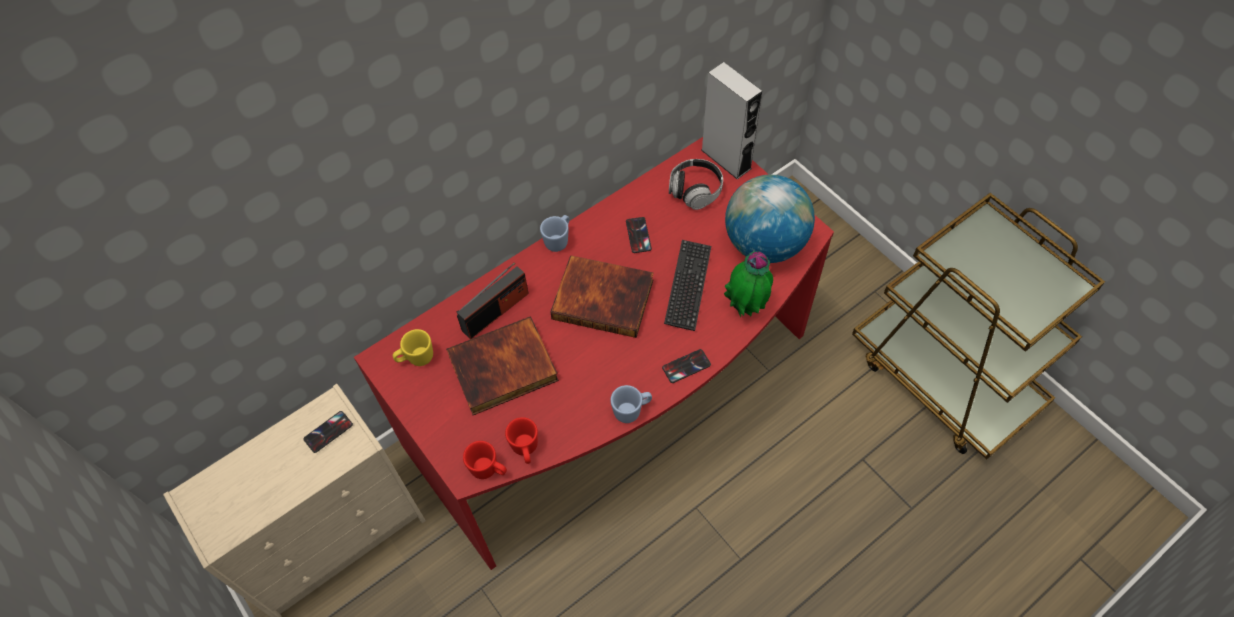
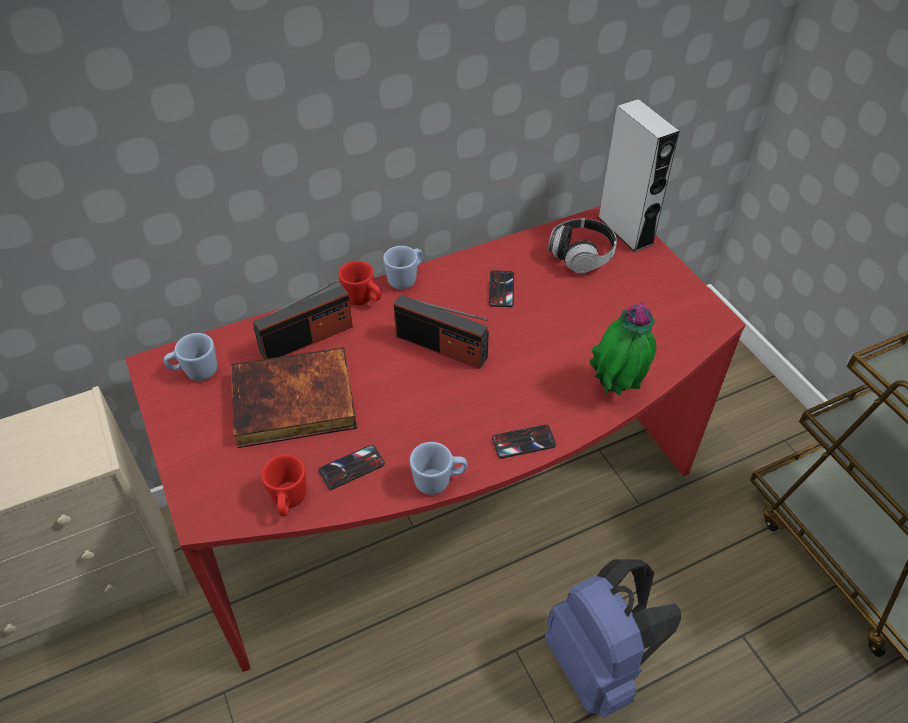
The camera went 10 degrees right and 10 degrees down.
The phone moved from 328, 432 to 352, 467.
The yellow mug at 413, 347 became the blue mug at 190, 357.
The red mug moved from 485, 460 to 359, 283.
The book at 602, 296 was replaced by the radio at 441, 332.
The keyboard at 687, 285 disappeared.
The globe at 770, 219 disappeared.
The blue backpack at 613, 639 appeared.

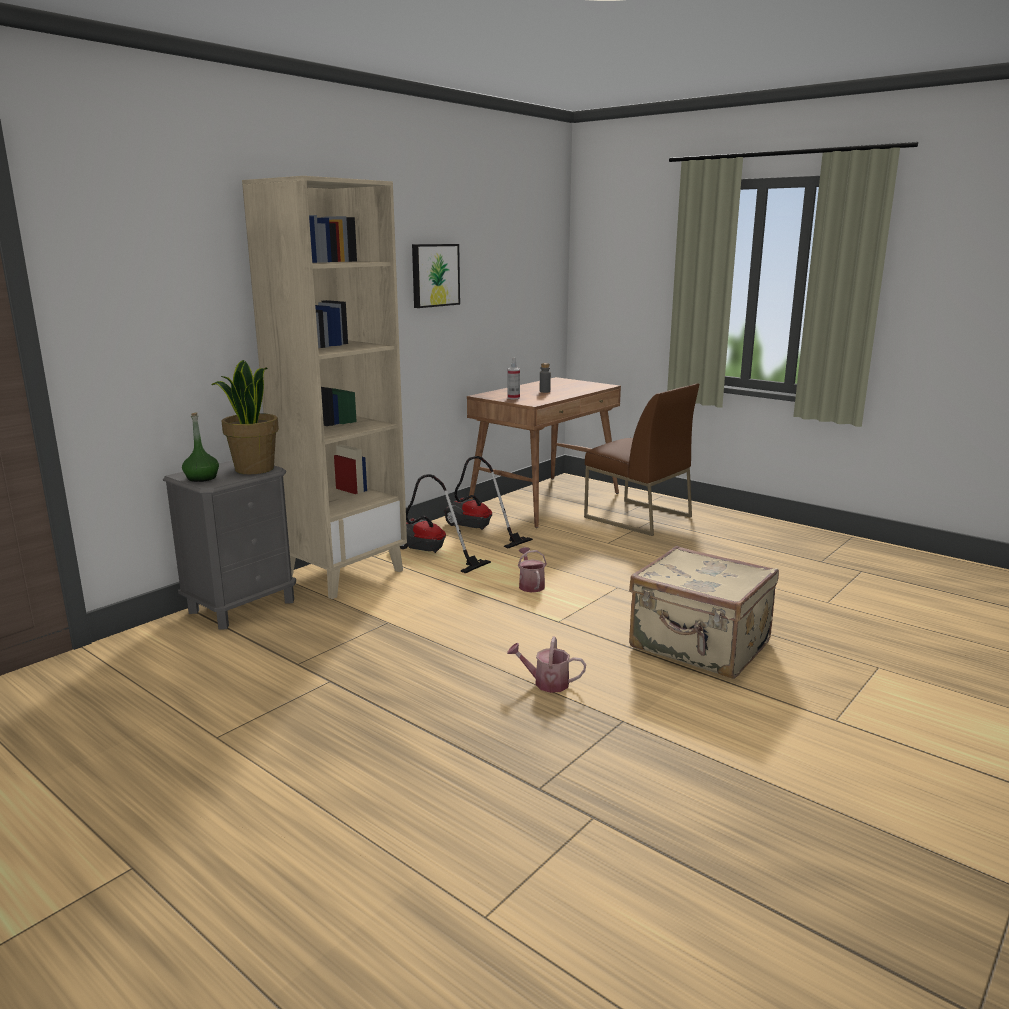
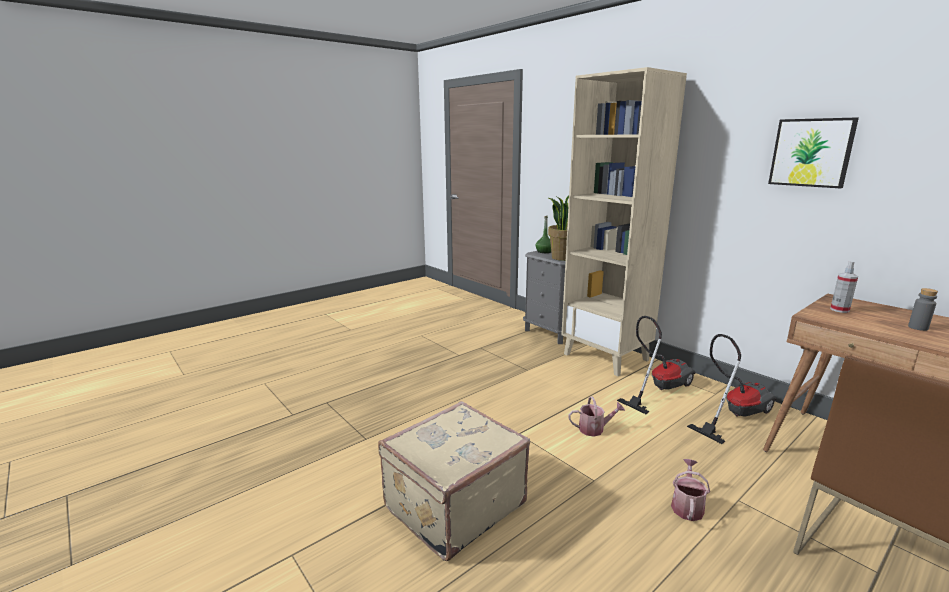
The camera went 100 degrees right and 0 degrees up.
The watering can moved from 546, 665 to 690, 490.

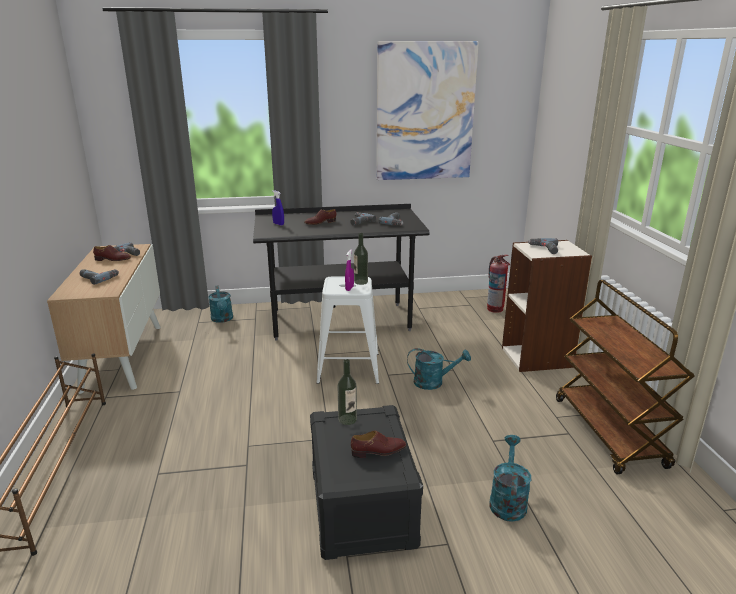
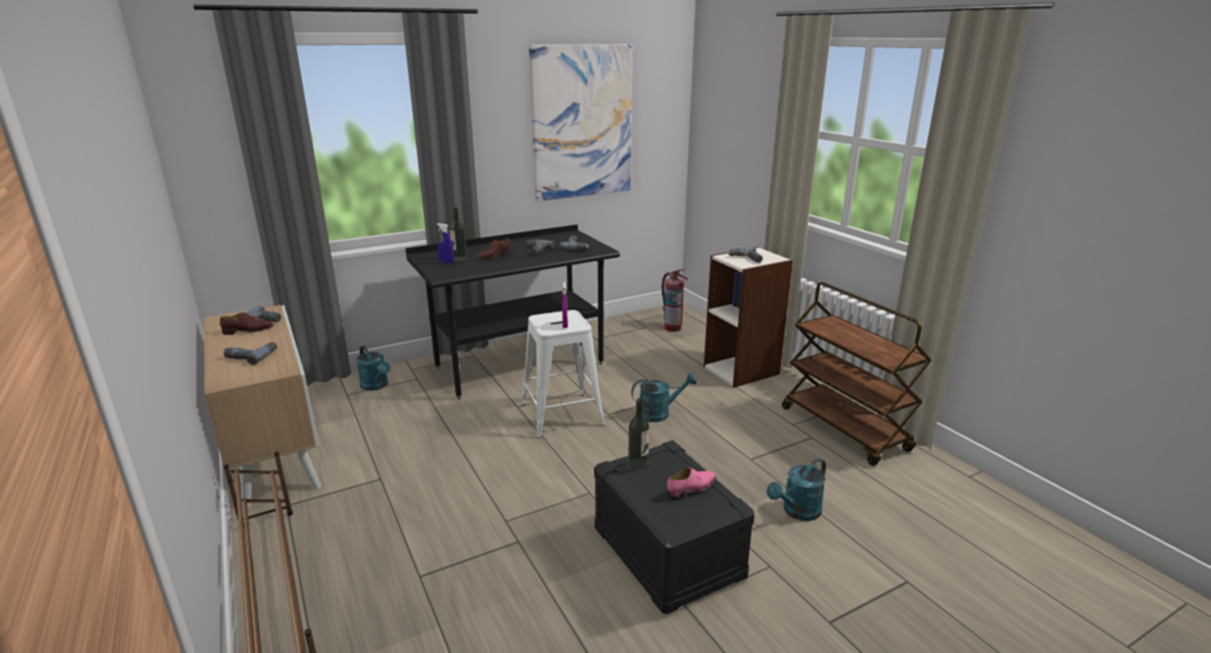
The camera went 20 degrees left and 0 degrees up.
The brown shoe at 378, 444 became the pink shoe at 691, 483.
The bottle moved from 361, 259 to 458, 234.
The turquoise watering can at 510, 478 turned 120 degrees counterclockwise.

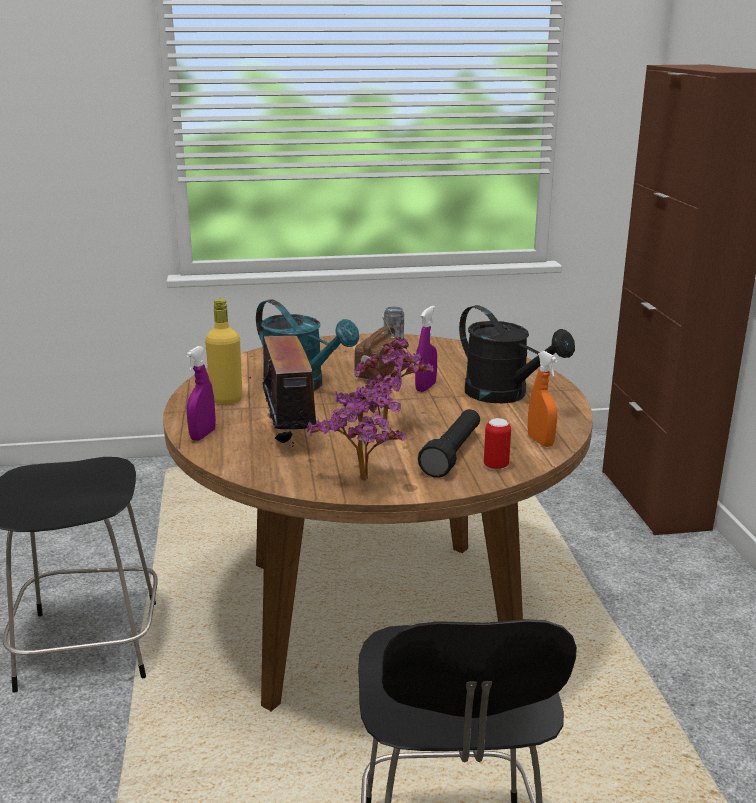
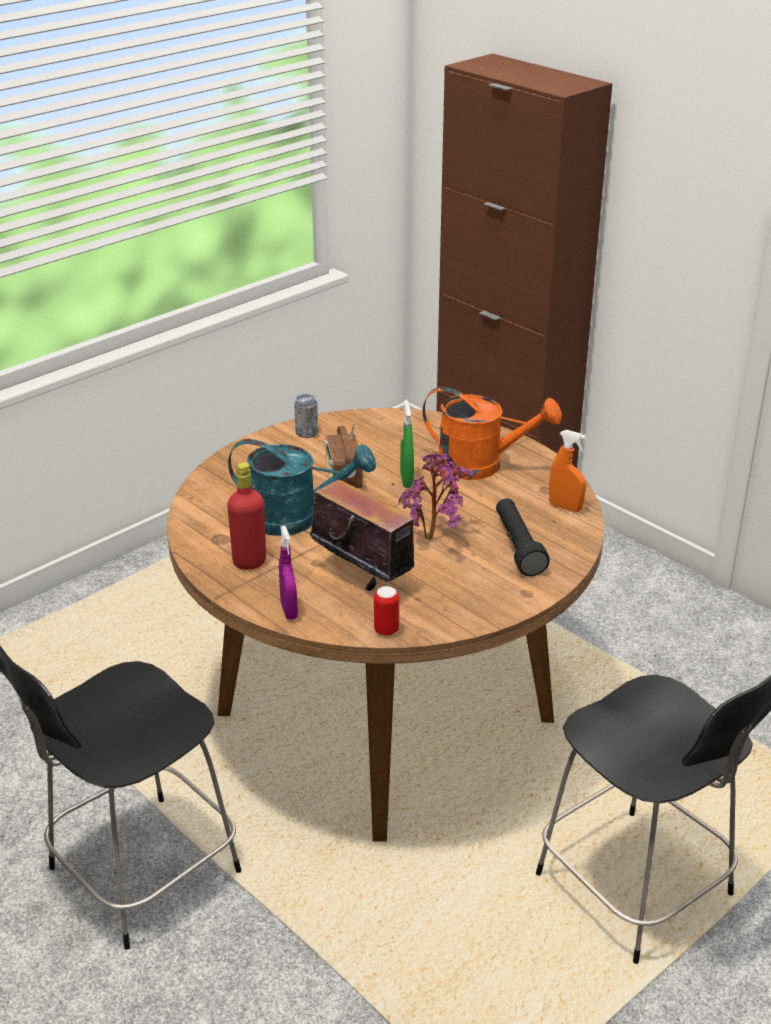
The camera went 35 degrees left and 10 degrees up.
The yellow bottle at 224, 351 became the red bottle at 246, 516.
The potted plant at 356, 433 disappeared.
The purple spray bottle at 426, 349 became the green spray bottle at 407, 444.
The black watering can at 517, 354 became the orange watering can at 492, 433.
The can moved from 497, 444 to 386, 611.

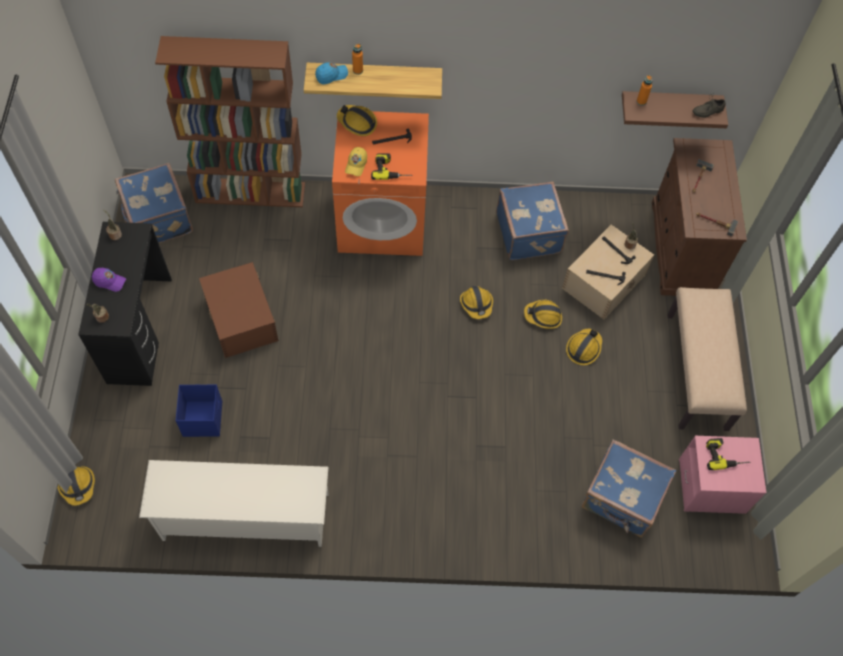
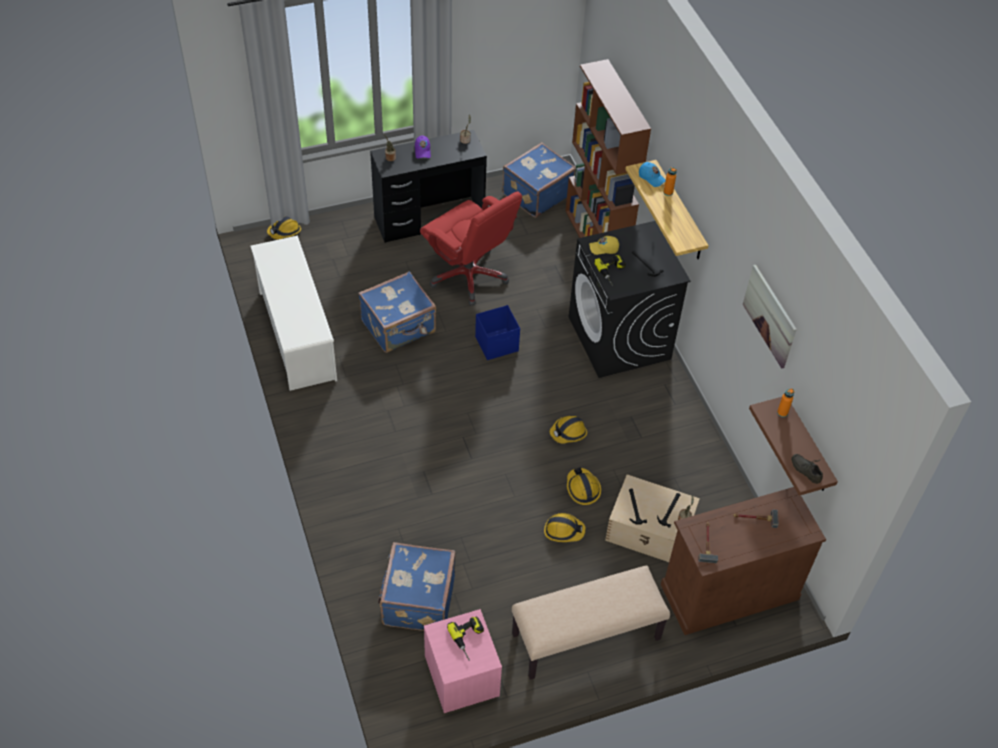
The camera went 70 degrees right and 10 degrees down.
The blue storage box moved from 199, 410 to 497, 332.
The brown storage box at 239, 310 was replaced by the red office chair at 471, 248.
The orange washing machine at 380, 183 became the black washing machine at 630, 299.
The hard hat at 357, 120 disappeared.
The blue suitcase moved from 532, 221 to 397, 312.
The picture at 770, 317 appeared.

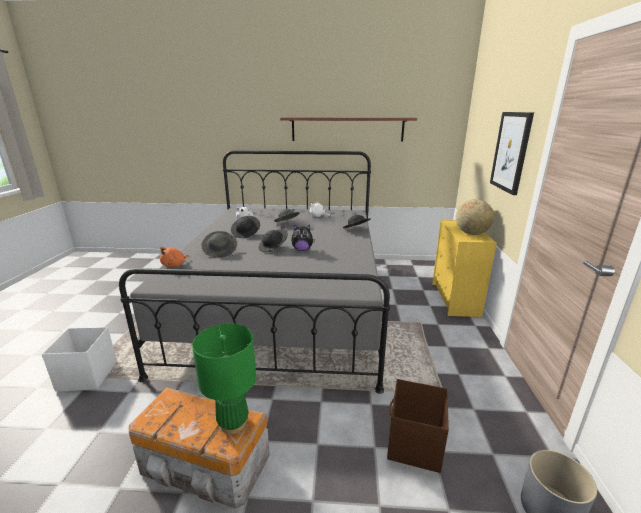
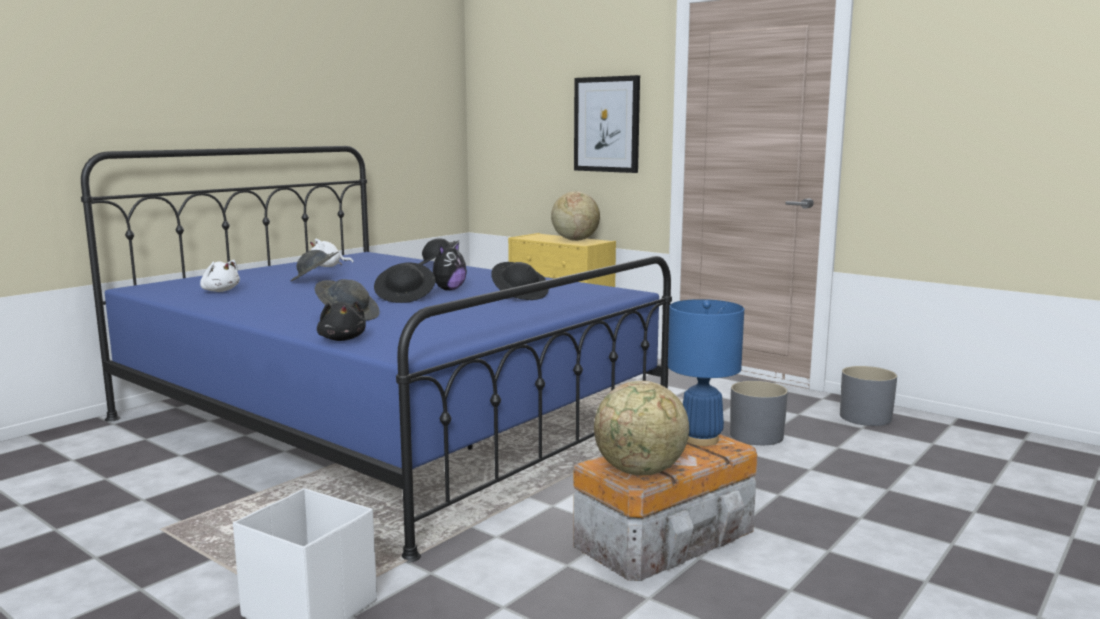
The camera went 55 degrees left and 10 degrees down.
The grey bed at 254, 272 became the blue bed at 376, 354.
The orange plush toy at 175, 257 became the black plush toy at 341, 321.
The green table lamp at 224, 379 became the blue table lamp at 706, 372.
The black hat moved from 245, 227 to 520, 281.
The shelf at 348, 129 disappeared.
The brown storage box at 418, 426 was replaced by the grey planter at 759, 413.
The globe at 641, 428 appeared.

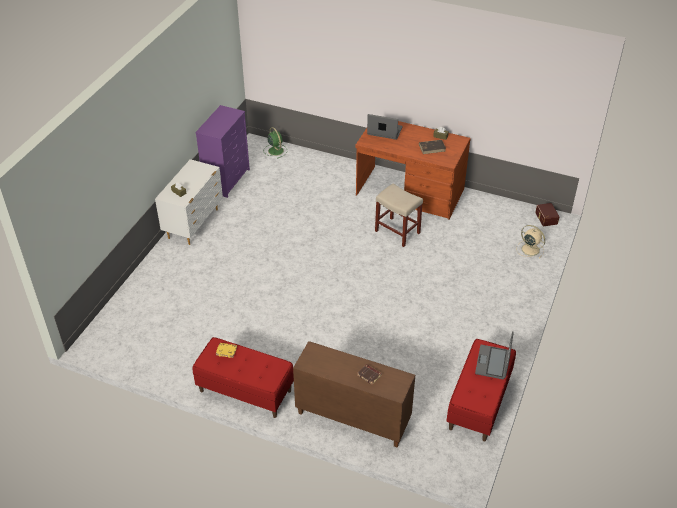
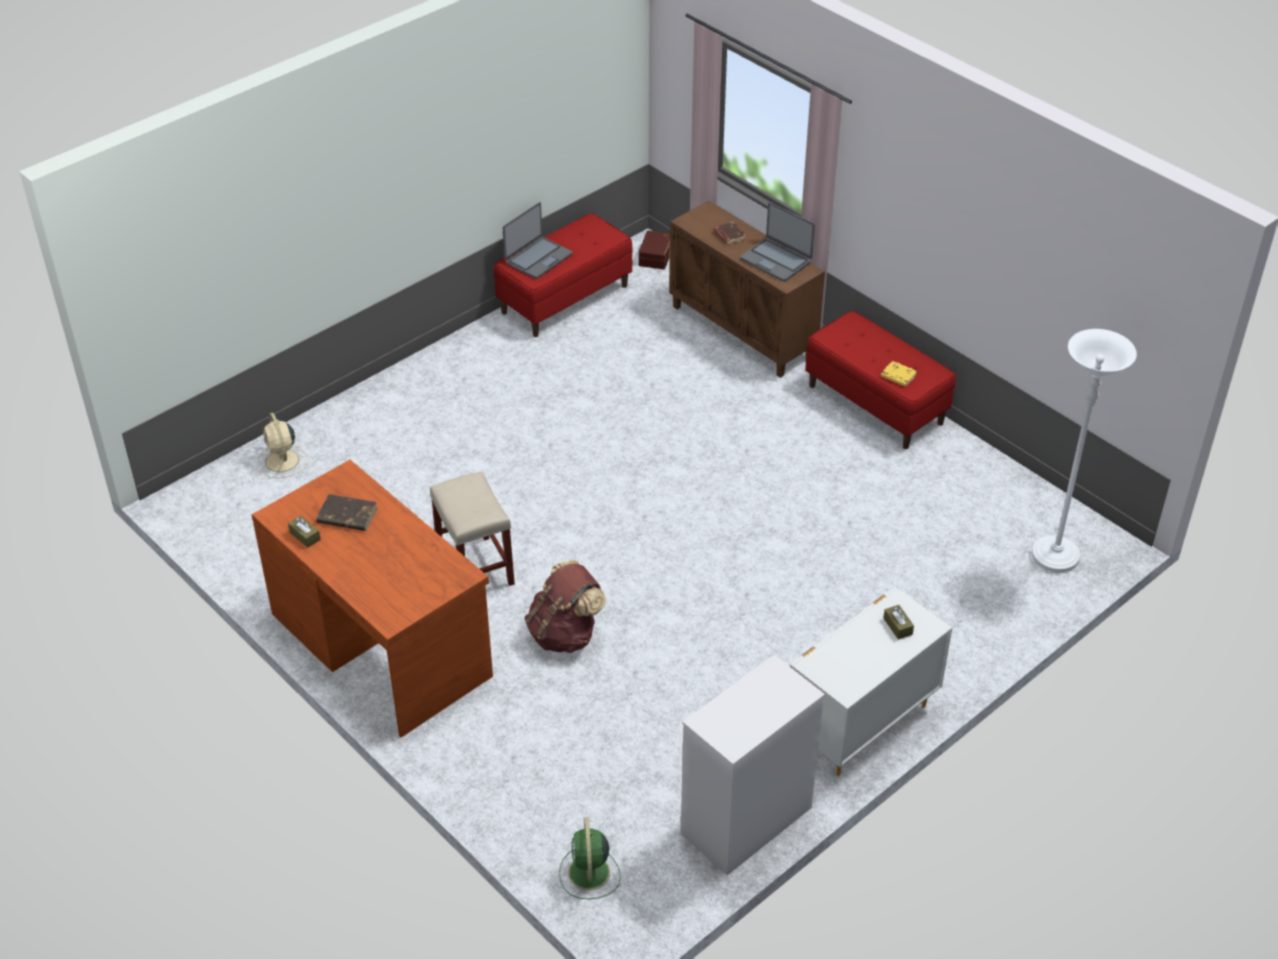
The camera went 155 degrees left and 0 degrees up.
The purple dresser at 222, 151 became the white dresser at 753, 765.
The laptop moved from 384, 127 to 777, 242.
The brown storage box moved from 547, 214 to 654, 249.
The brown backpack at 565, 606 appeared.
The white floor lamp at 1084, 450 appeared.

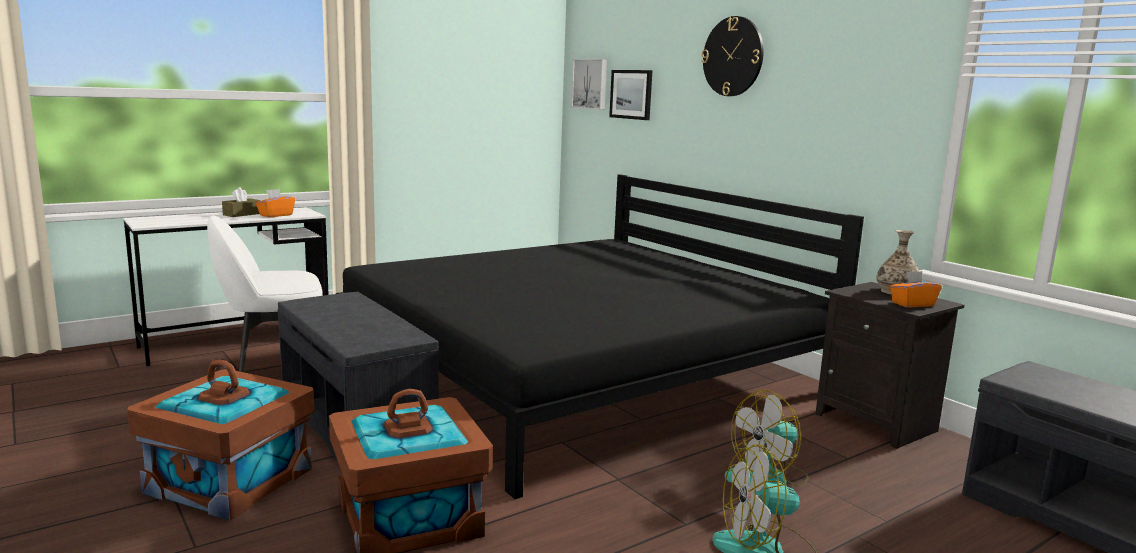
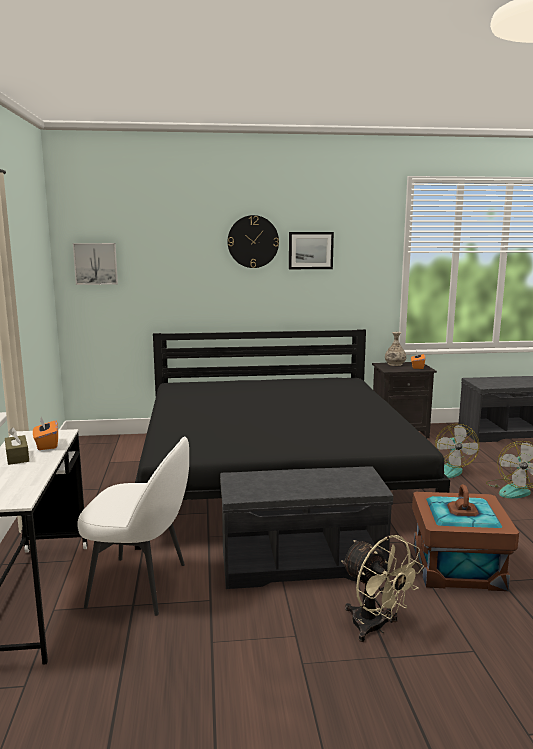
The camera went 60 degrees left and 0 degrees up.
The brown storage box at 220, 440 was replaced by the beige fan at 382, 588.
The white chair at 265, 293 turned 90 degrees counterclockwise.
The picture moved from 631, 95 to 311, 250.

